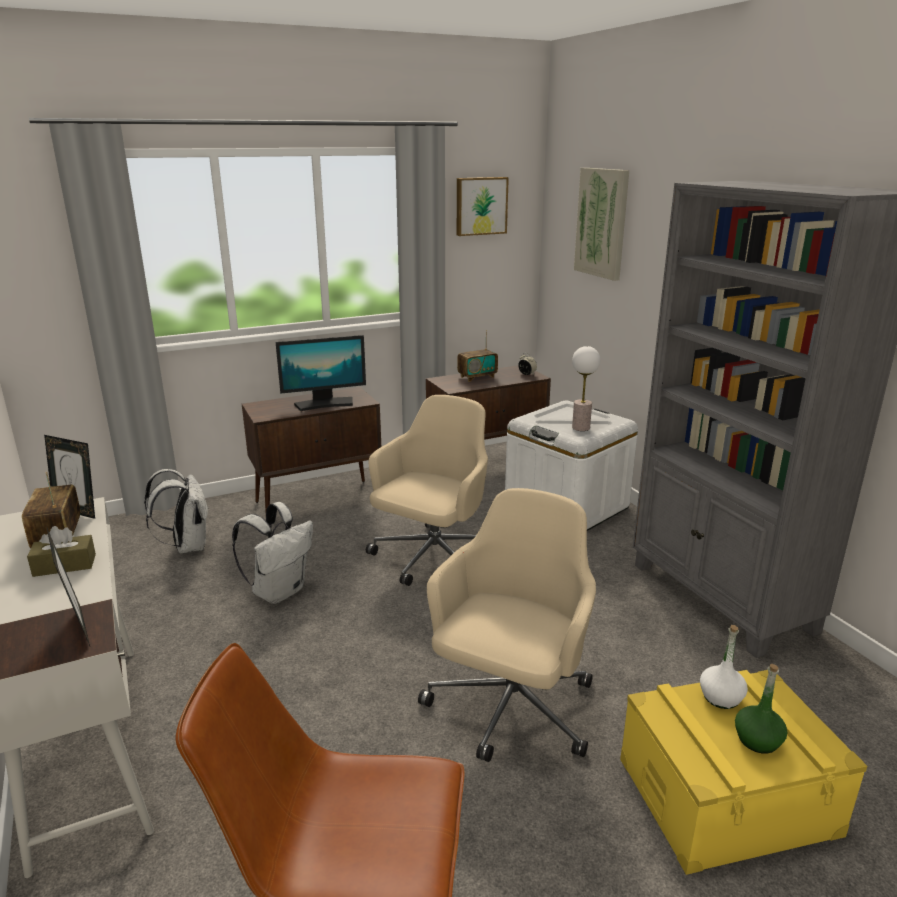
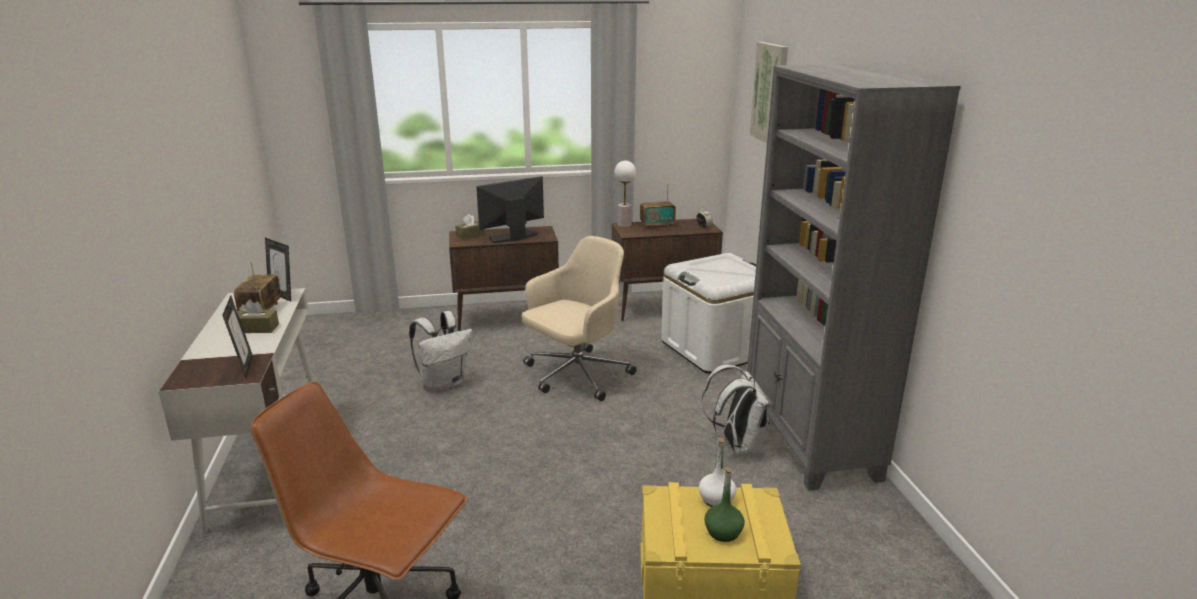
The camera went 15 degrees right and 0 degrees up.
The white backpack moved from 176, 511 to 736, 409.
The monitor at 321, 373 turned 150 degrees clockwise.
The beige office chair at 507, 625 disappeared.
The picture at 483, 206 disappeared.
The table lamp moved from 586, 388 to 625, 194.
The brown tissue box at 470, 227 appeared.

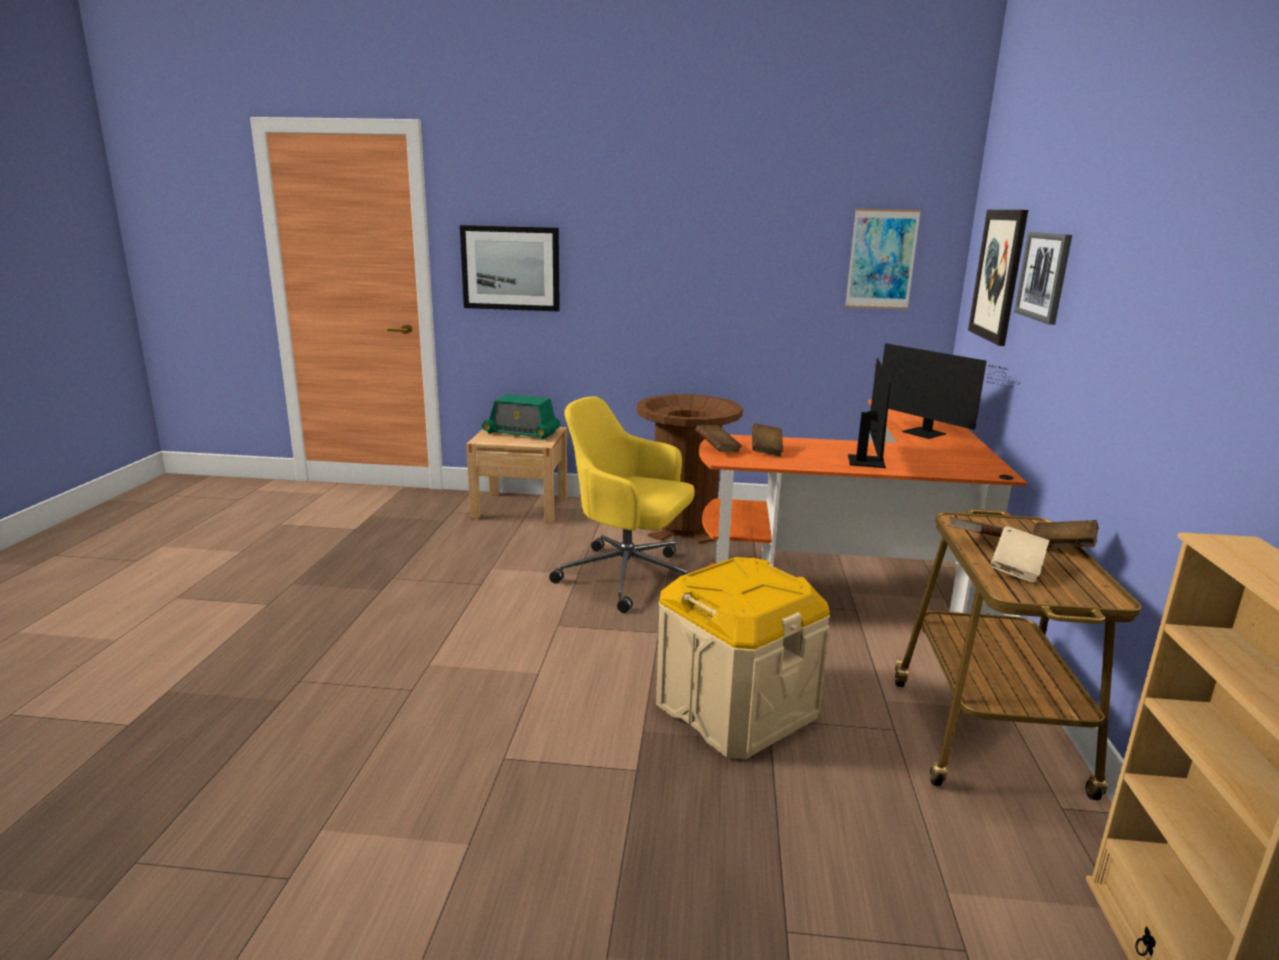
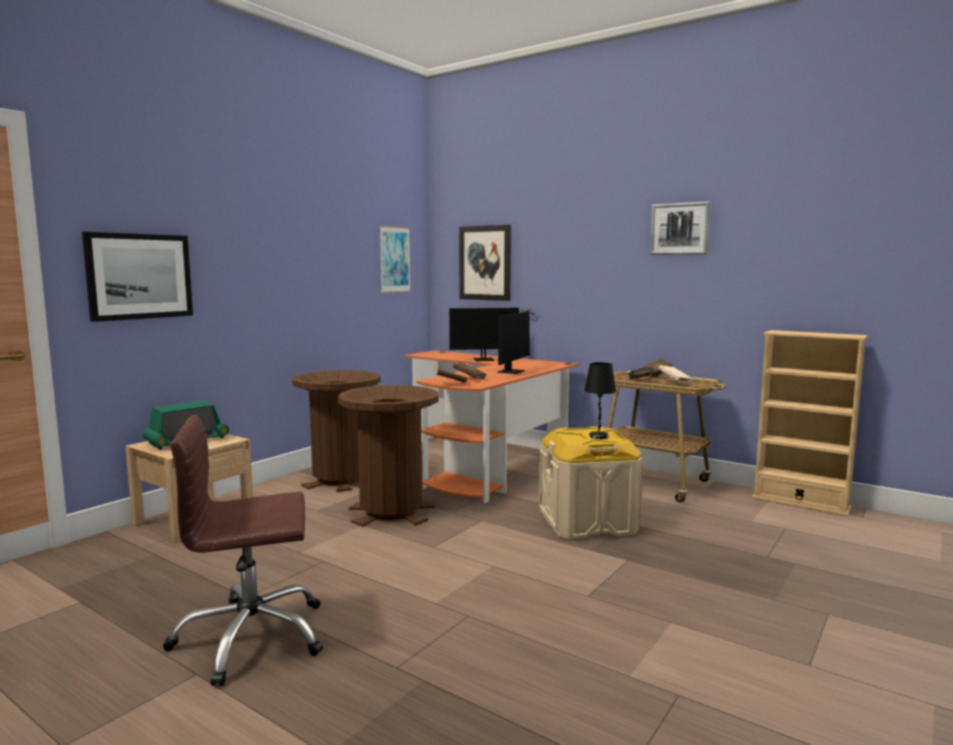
The camera went 60 degrees left and 10 degrees down.
The yellow office chair at 622, 504 was replaced by the brown trash can at 388, 456.
The monitor at 869, 413 turned 75 degrees clockwise.
The picture moved from 1043, 278 to 680, 228.
The brown office chair at 243, 550 appeared.
The black table lamp at 600, 400 appeared.

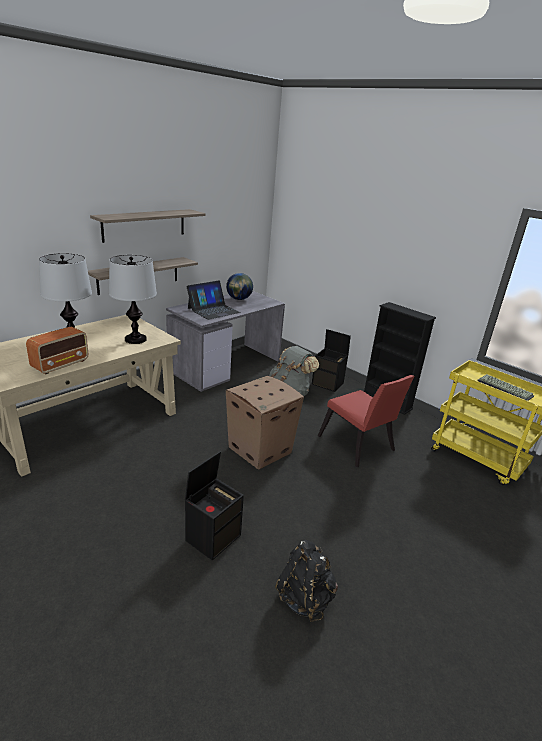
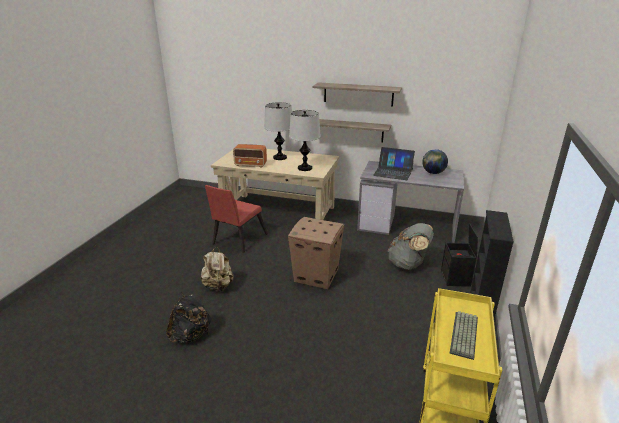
The camera went 65 degrees right and 0 degrees up.
The black storage box at 214, 505 was replaced by the beige backpack at 217, 269.
The red chair moved from 366, 421 to 236, 219.

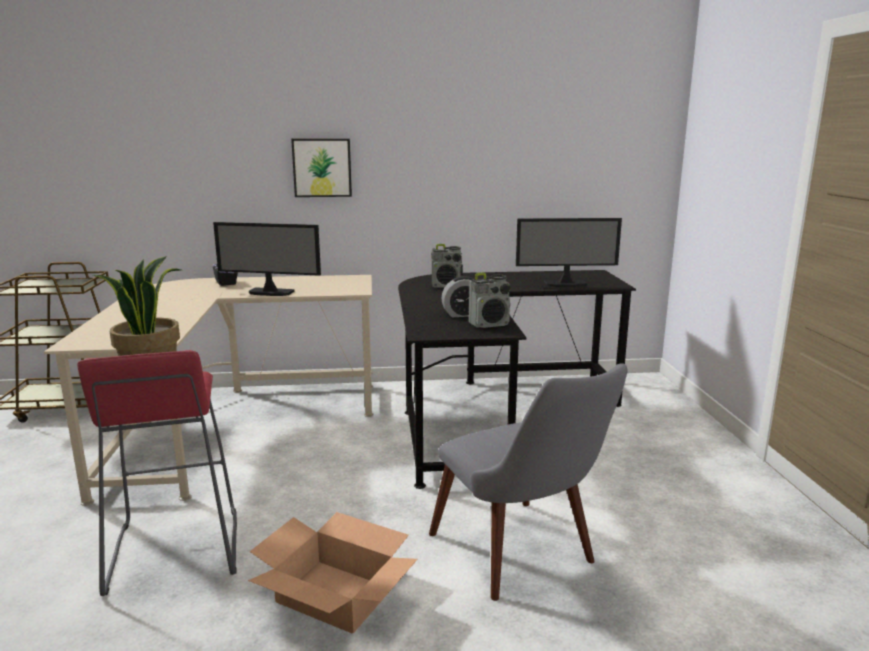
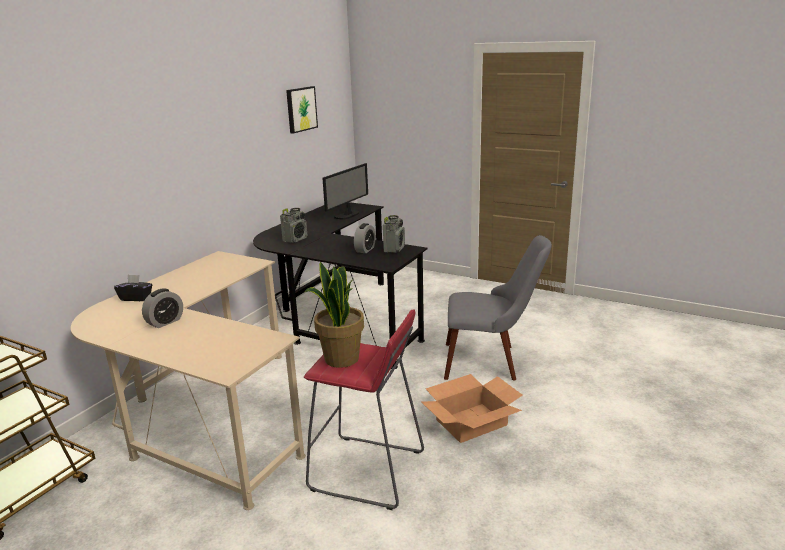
The camera went 55 degrees left and 5 degrees up.
The monitor at 267, 259 disappeared.
The picture moved from 321, 168 to 302, 109.
The alarm clock at 162, 308 appeared.

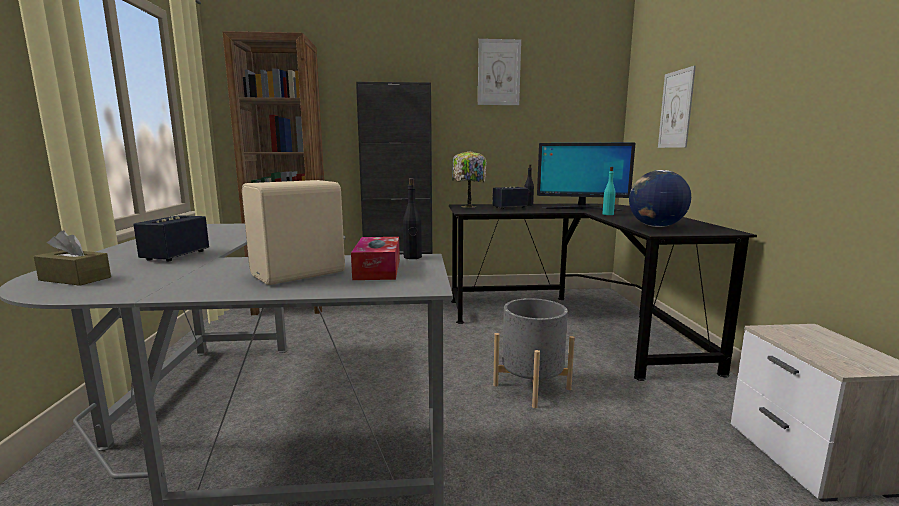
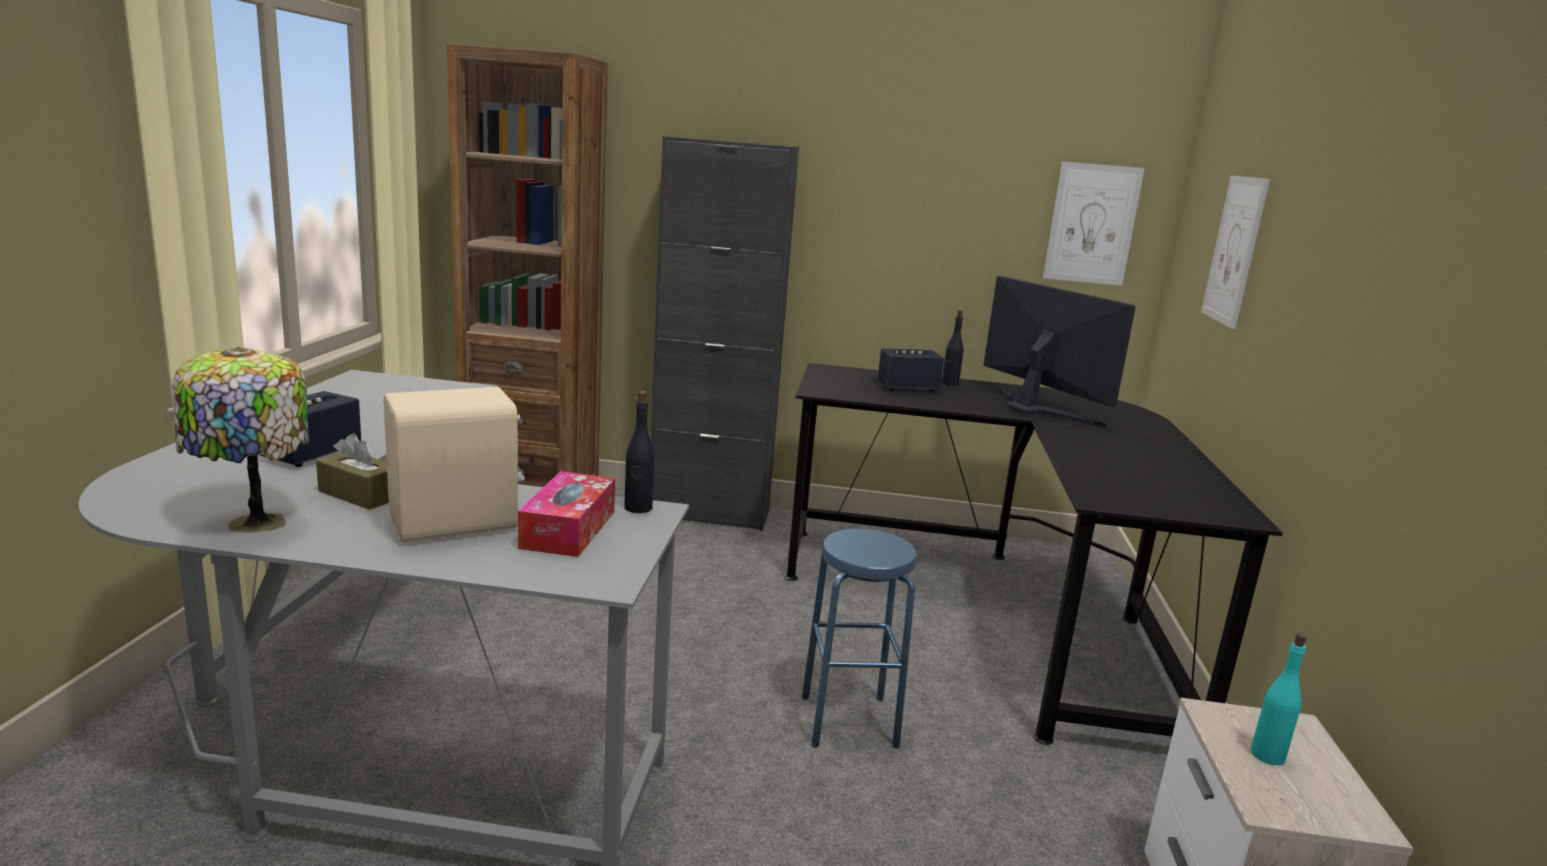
The camera went 10 degrees right and 5 degrees up.
The brown tissue box moved from 72, 258 to 352, 471.
The table lamp moved from 469, 179 to 240, 440.
The picture moved from 499, 72 to 1094, 224.
The grey planter at 534, 353 was replaced by the blue stool at 859, 639.
The monitor at 586, 177 turned 150 degrees counterclockwise.
The turquoise bottle moved from 609, 191 to 1279, 698.
The globe at 660, 198 disappeared.

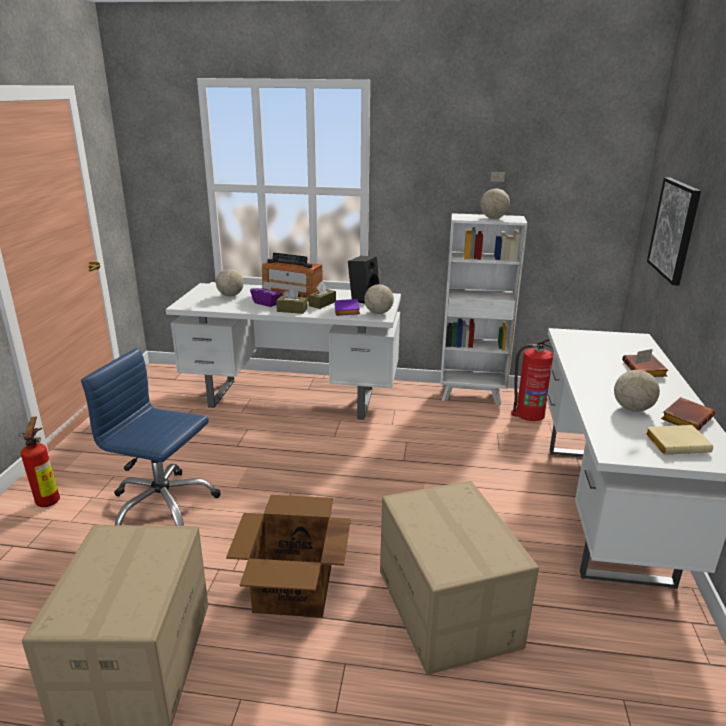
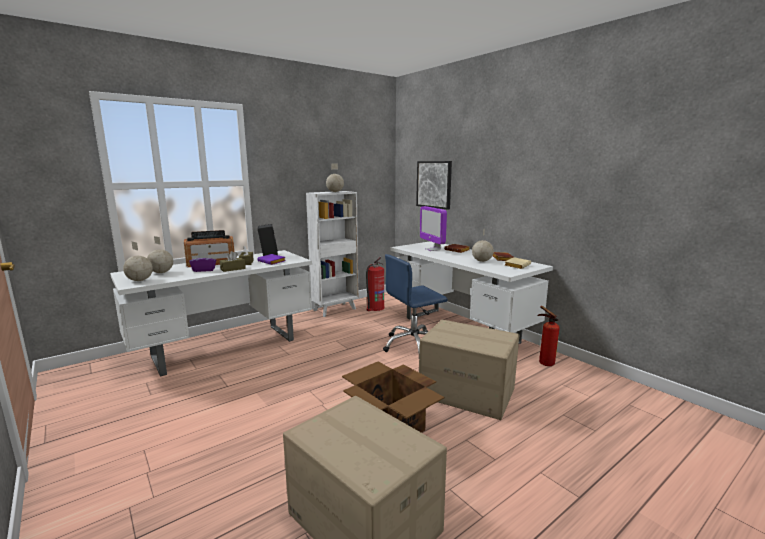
The camera went 45 degrees left and 10 degrees down.
The fire extinguisher moved from 39, 461 to 548, 336.
The blue office chair moved from 150, 437 to 415, 304.
The globe moved from 379, 290 to 138, 261.
The monitor at 433, 228 appeared.

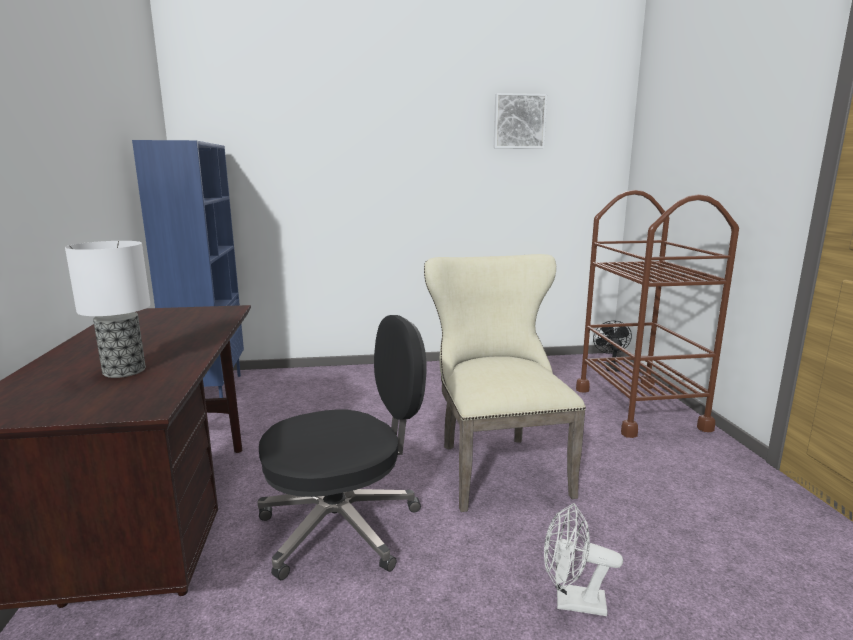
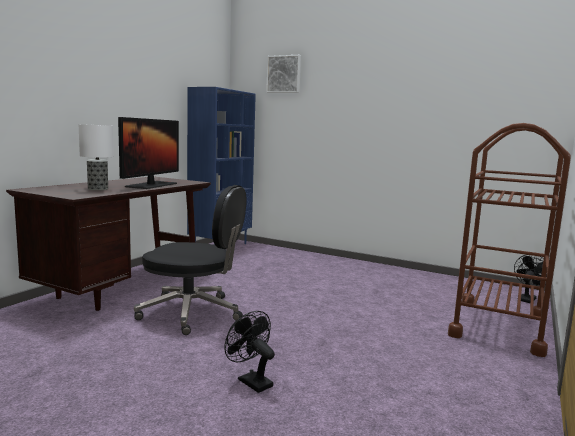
The camera went 35 degrees right and 5 degrees down.
The beige chair at 505, 383 disappeared.
The picture moved from 520, 121 to 283, 74.
The white fan at 583, 559 became the black fan at 250, 352.
The monitor at 148, 153 appeared.

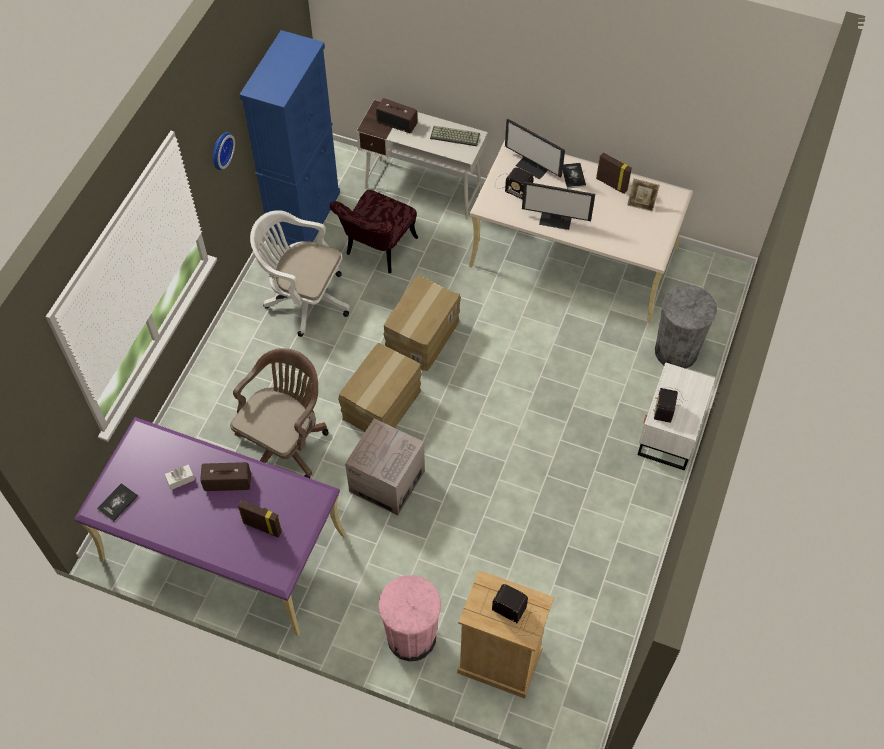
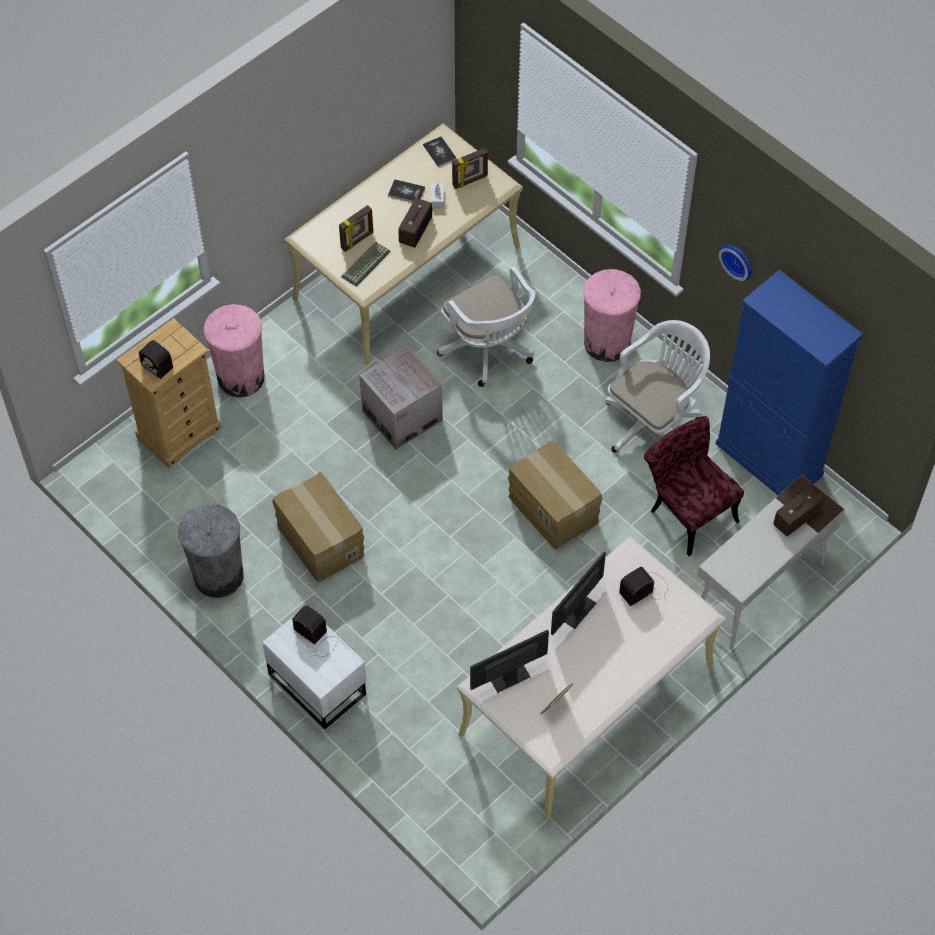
The camera went 115 degrees right and 0 degrees up.
The purple desk at 210, 526 became the beige desk at 403, 244.
The brown office chair at 279, 413 became the white office chair at 486, 327.
The cardboard box moved from 380, 387 to 318, 527.
The keyboard moved from 455, 136 to 365, 264.
The radio at 516, 611 turned 75 degrees clockwise.
The monitor moved from 535, 149 to 509, 661.
The book moved from 574, 176 to 406, 190.
The picture frame moved from 614, 173 to 470, 168.
The grey trash can moved from 686, 327 to 210, 551.
The pink trash can at 612, 315 appeared.

